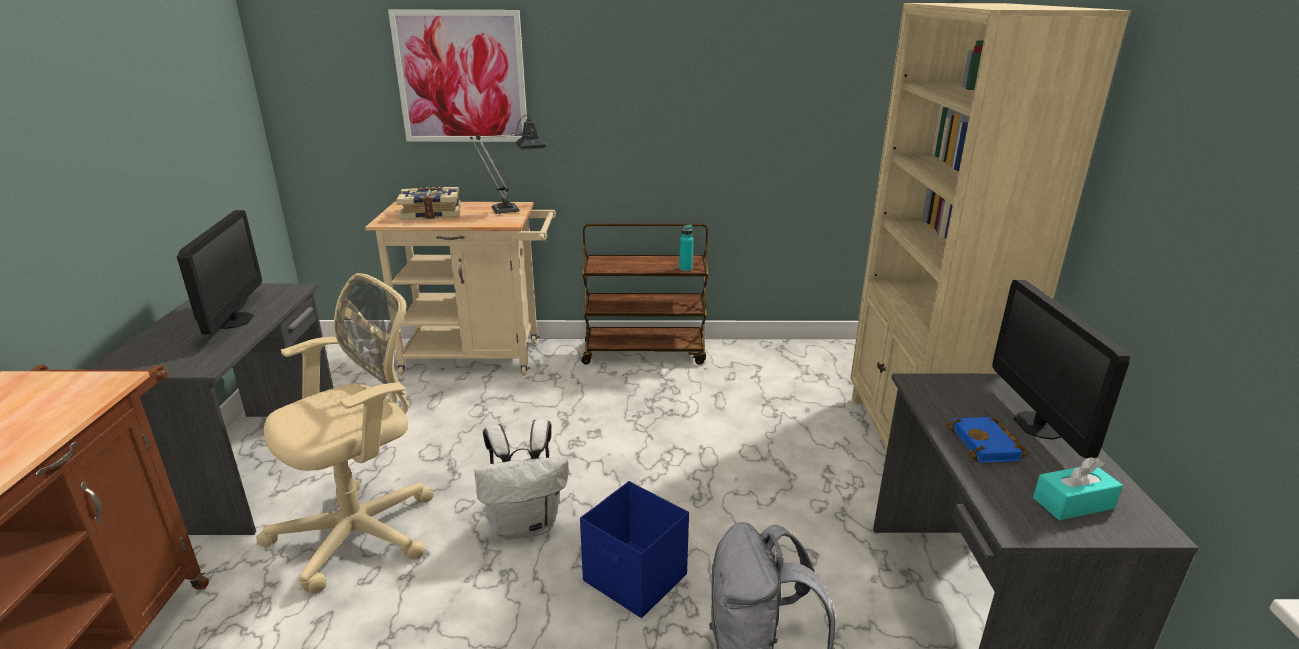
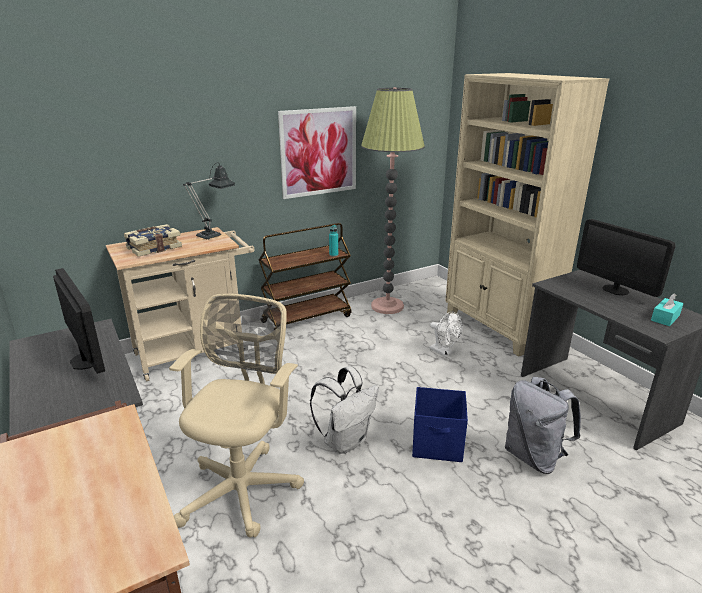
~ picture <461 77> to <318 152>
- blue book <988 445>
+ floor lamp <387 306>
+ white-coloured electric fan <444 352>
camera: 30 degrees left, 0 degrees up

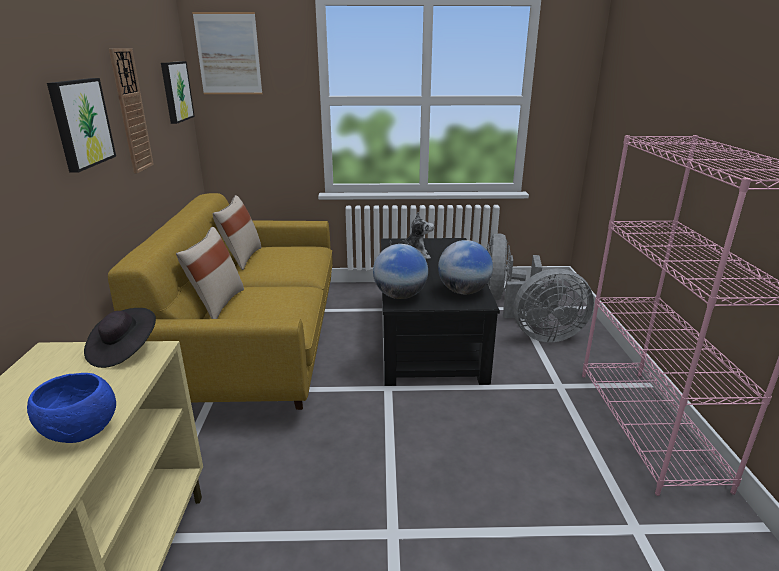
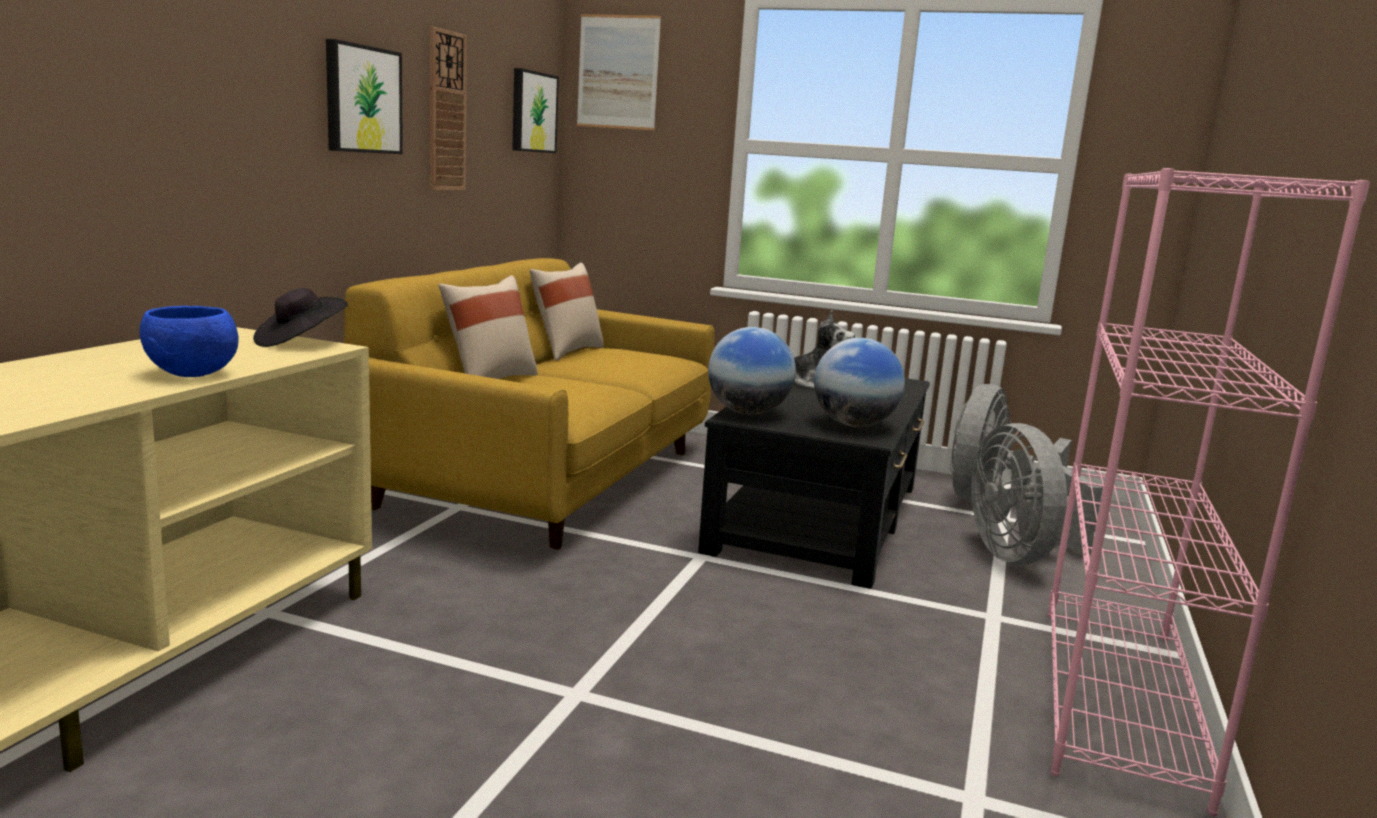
~ gray electric fan <542 335> = <1019 556> 60 degrees clockwise
camera: 20 degrees right, 10 degrees down

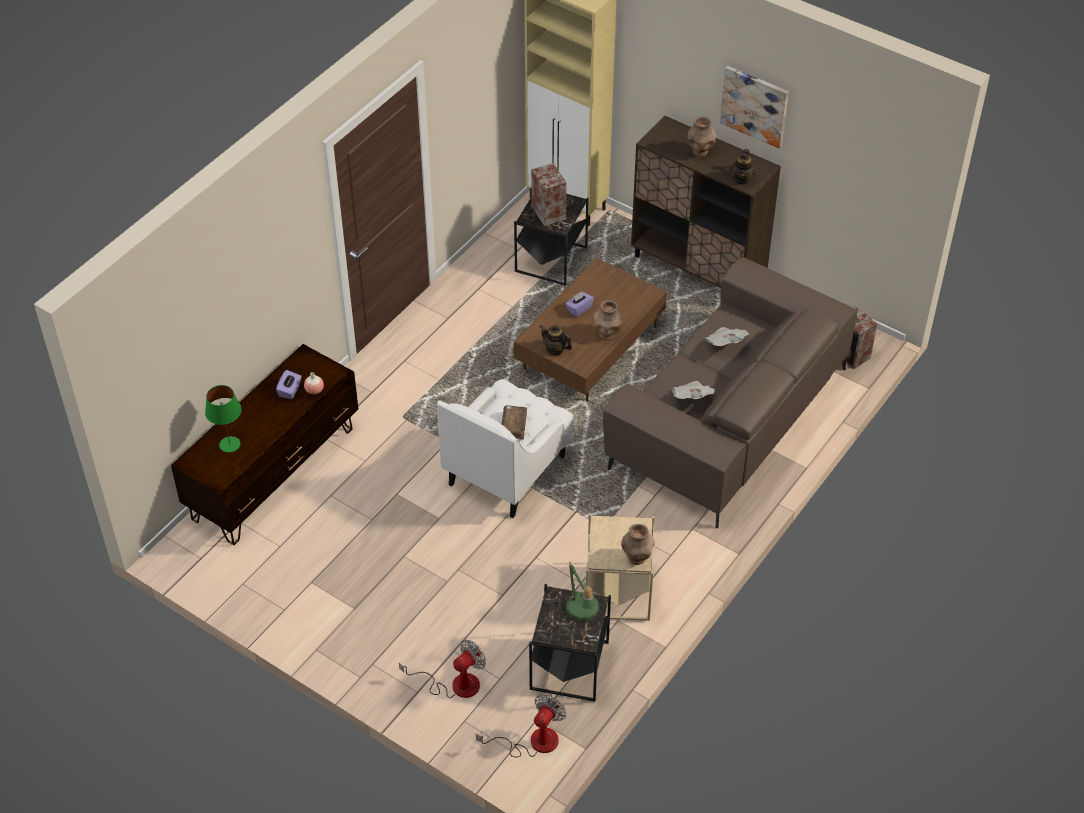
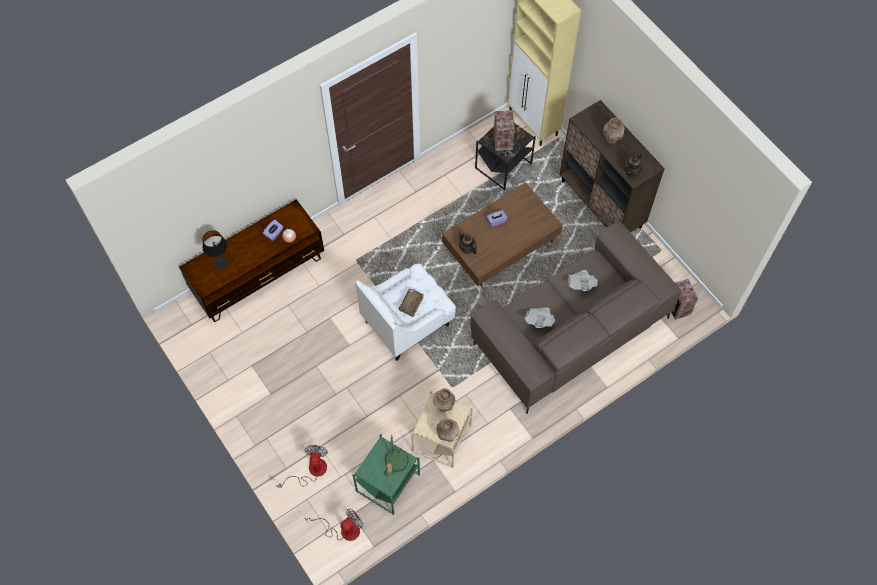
- picture <755 105>
~ brownish flower vase <607 334> to <444 406>
~ greenish tabletop lamp <230 444> to black-coloured tabletop lamp <221 262>
~ black-coloured side table <568 666> to greenish side table <387 483>
~ electric fan <455 684> = <311 471> 60 degrees counterclockwise
camera: 20 degrees right, 15 degrees up

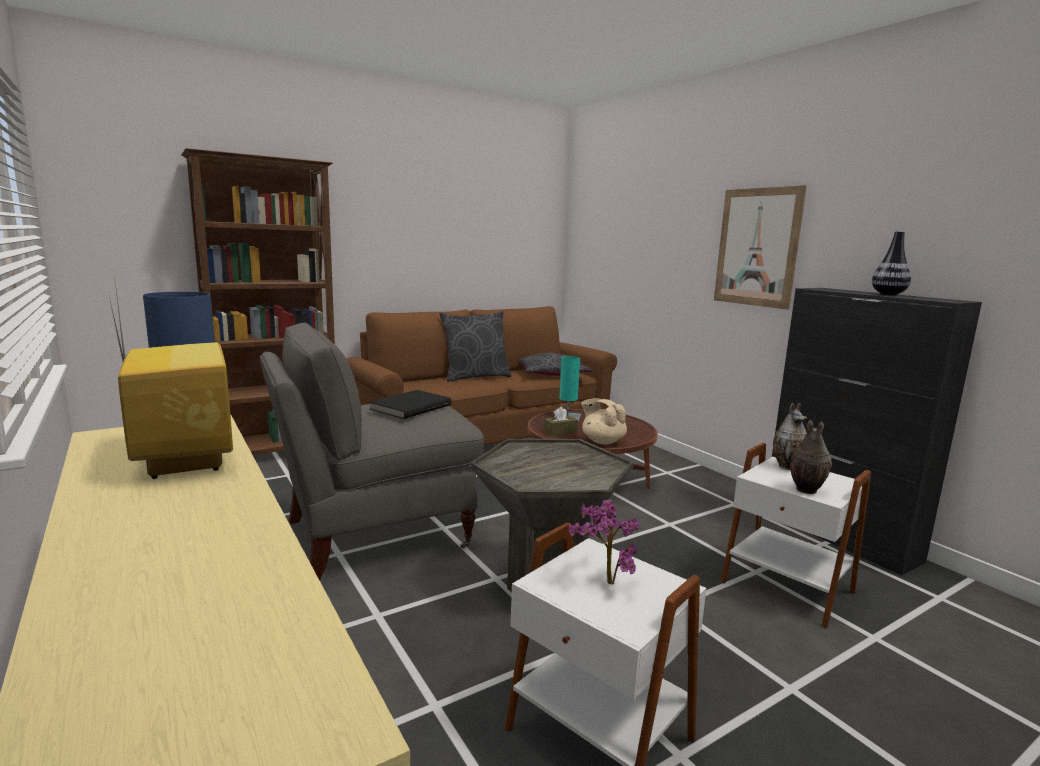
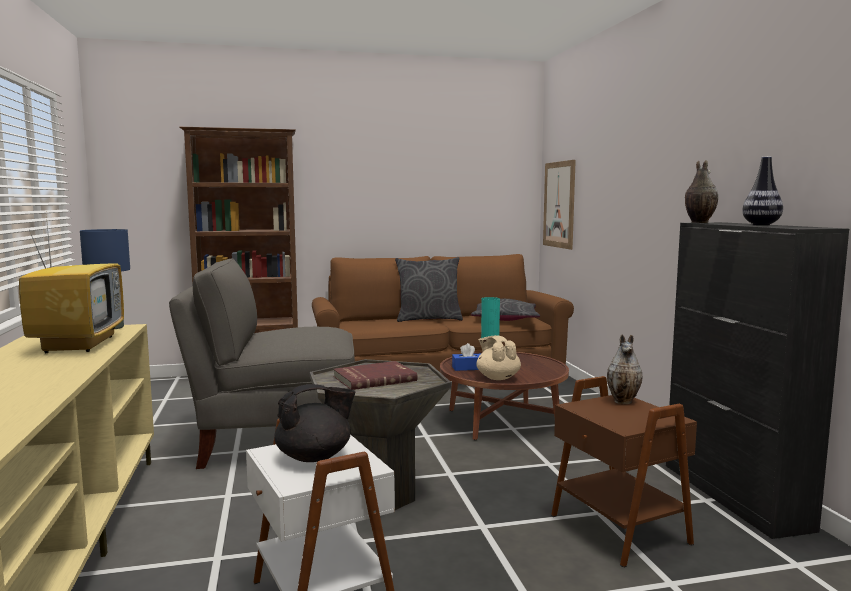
~ picture <757 247> to <559 204>
- black-coloured book <409 407>
~ brownish tissue box <560 431> to blue tissue box <467 368>
~ flower vase <805 490> to <698 222>
~ white-coloured side table <786 588> to brownish side table <617 530>
~ plant in a pot <603 581> to black-coloured tea pot <315 457>
+ red book <374 378>
camera: 20 degrees right, 5 degrees down

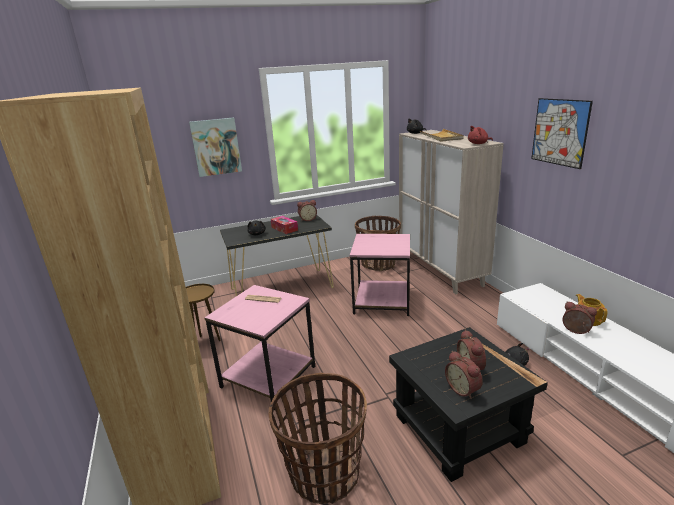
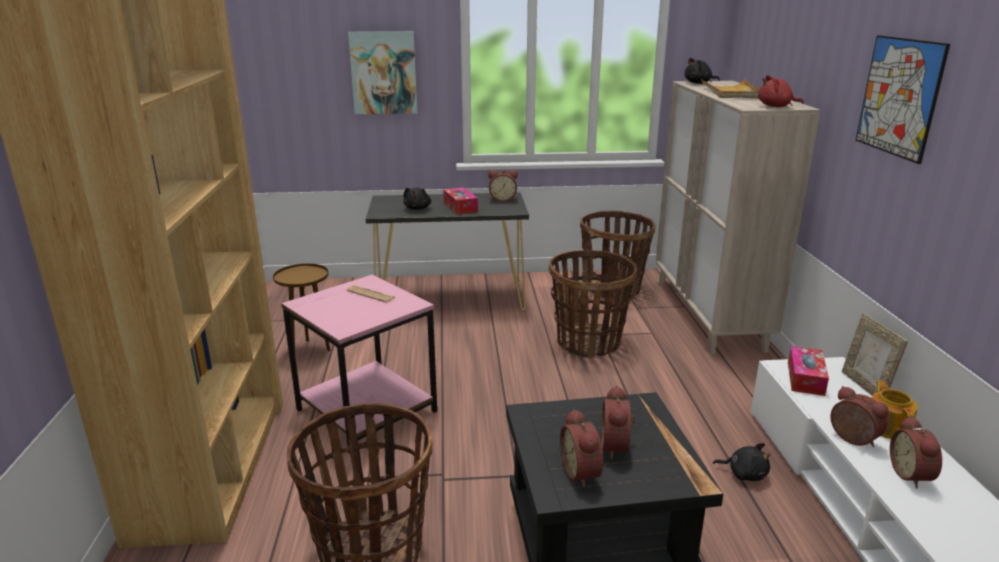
~ pinkish side table <383 300> to household basket <588 342>
+ picture frame <865 386>
+ tissue box <805 378>
+ table clock <912 475>
camera: 15 degrees right, 0 degrees up

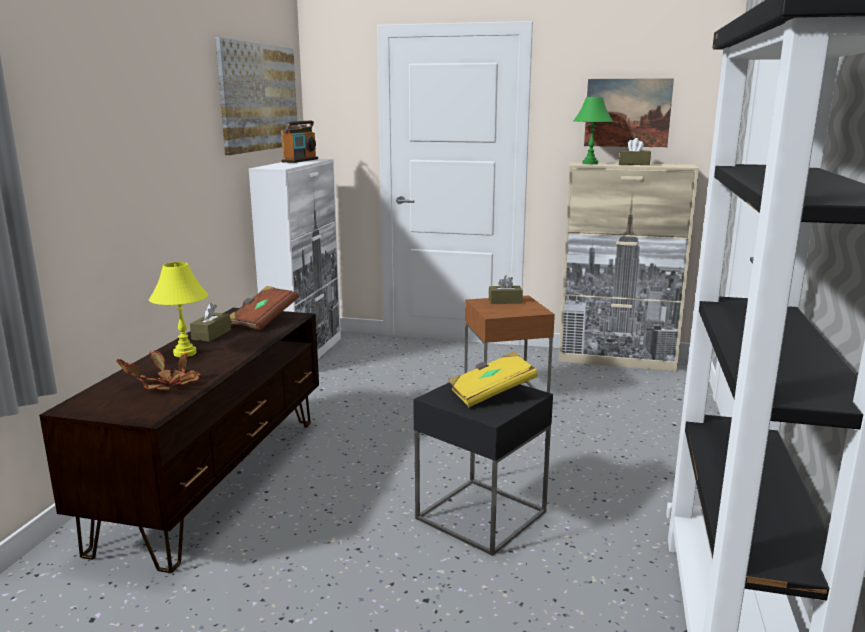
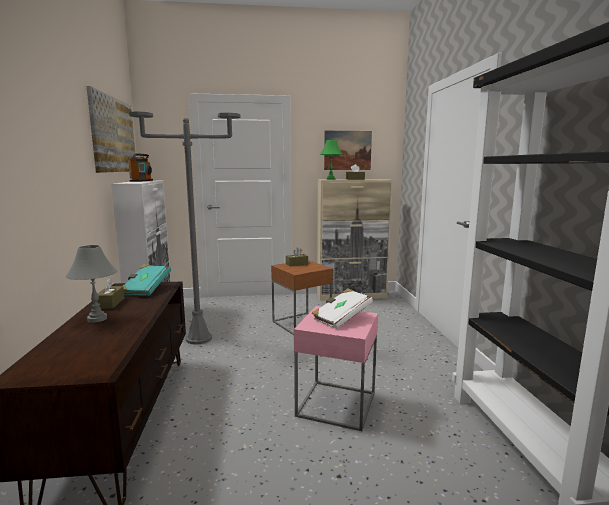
~ yellow tabletop lamp <185 353> to gray tabletop lamp <97 319>
~ brownish book <263 320> to turquoise book <146 289>
- plant in a pot <167 385>
~ yellow book <491 394> to white-coloured book <341 318>
~ black-coloured side table <481 515> to pinkish side table <336 404>
+ gray floor lamp <198 338>
camera: 20 degrees left, 5 degrees down

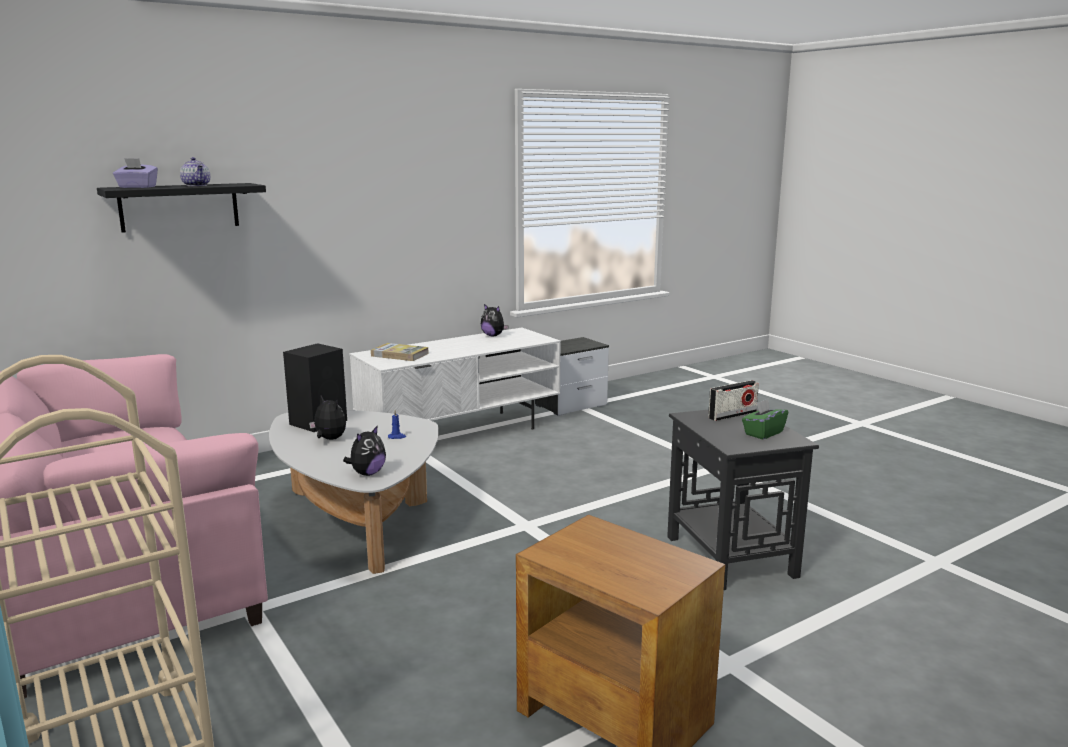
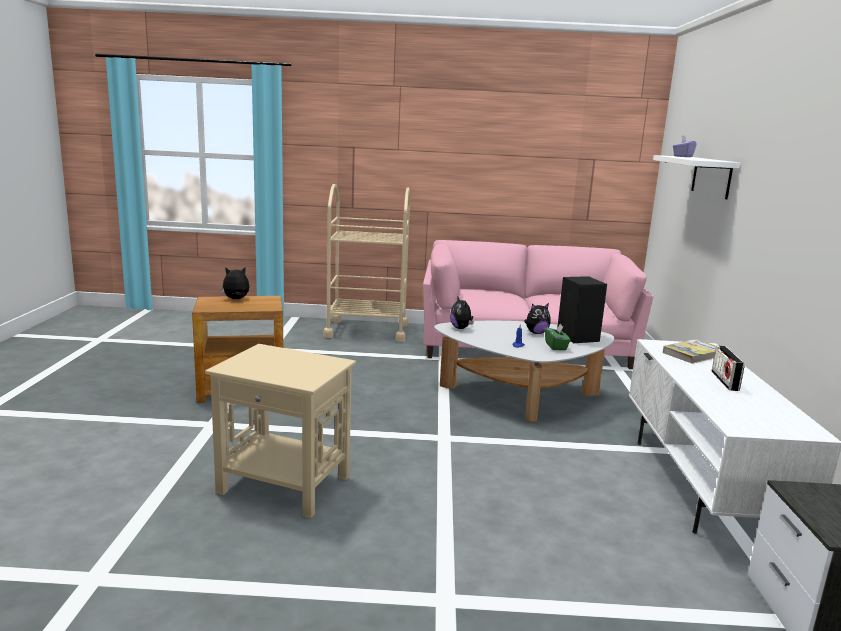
- tea pot <197 185>
~ black-coloured wall shelf <179 207> to white-coloured wall shelf <711 177>
~ soft toy <493 336> to <236 299>
~ radio receiver <732 415> to <724 381>
~ greenish tissue box <763 433> to <556 346>
~ black-coloured side table <729 555> to sand-coloured side table <285 485>
camera: 125 degrees right, 0 degrees up

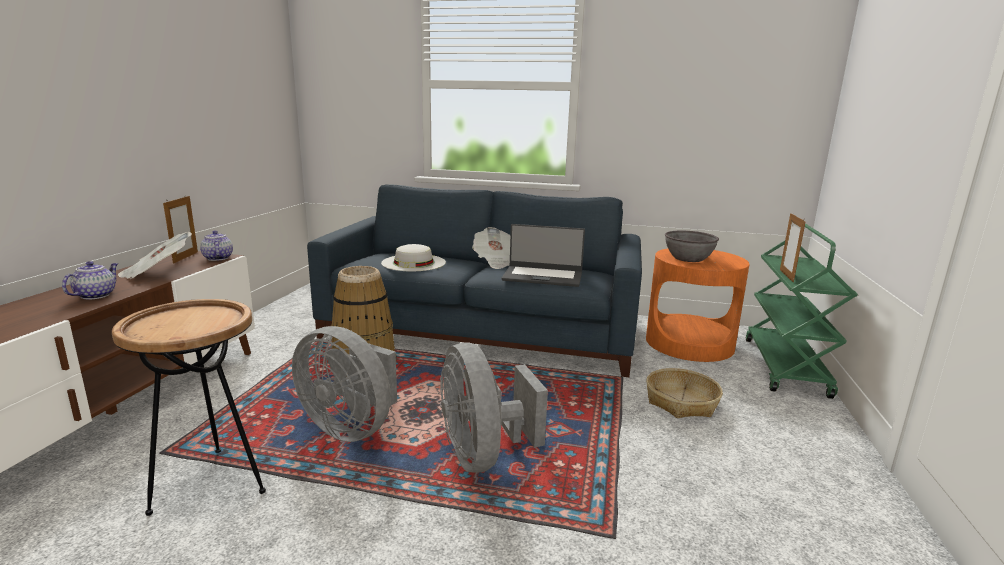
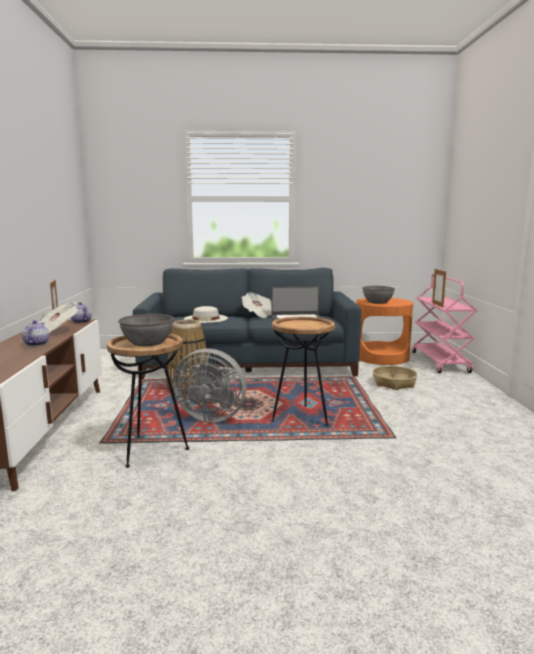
~ greenish wheeled cart <785 367> to pinkish wheeled cart <440 362>
~ gray electric fan <483 454> to brownish side table <301 418>
+ gray serving bowl <148 342>
camera: 15 degrees left, 5 degrees down

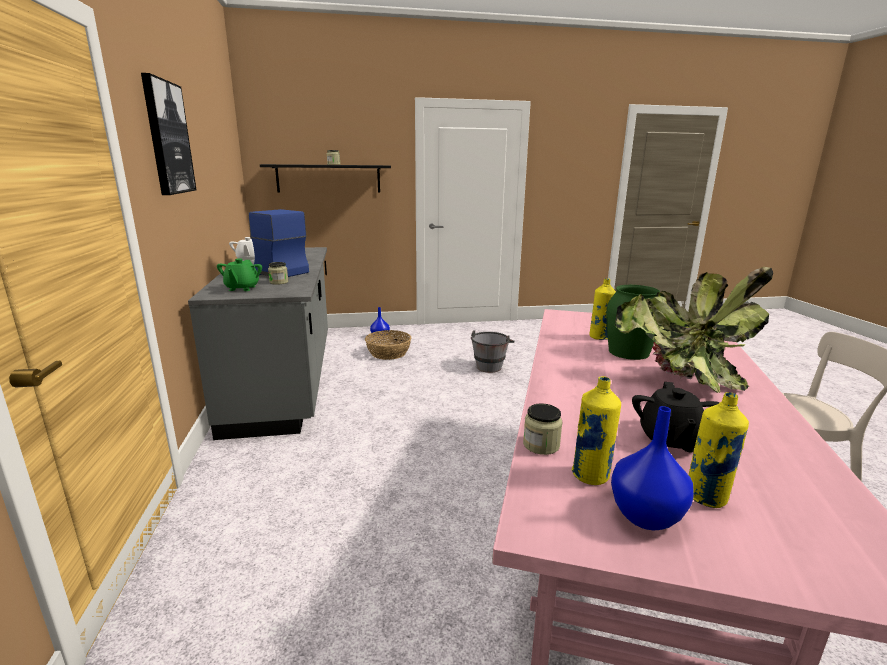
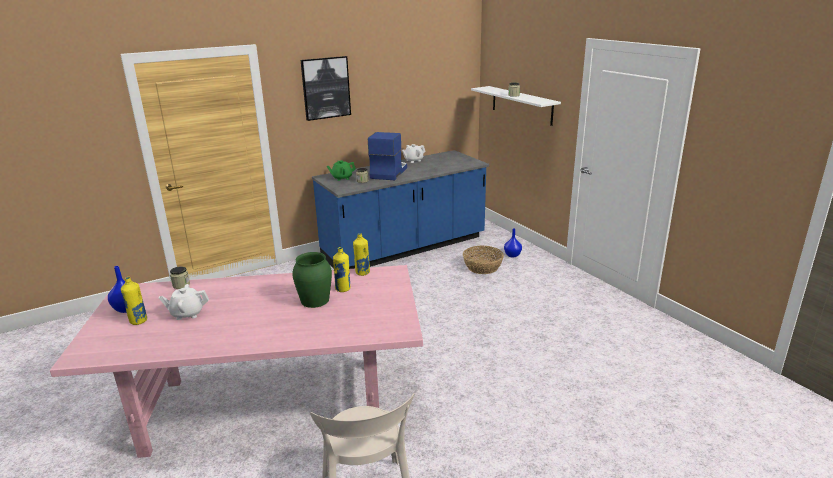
~ black-coloured wall shelf <328 178> to white-coloured wall shelf <521 105>
~ gray kitchen counter <285 379> to blue kitchen counter <405 248>
- plant in a pot <680 383>
- gray pail <490 365>
~ yellow drink bottle <590 476> to <362 273>
~ black-coloured tea pot <669 440> to white-coloured tea pot <187 314>
camera: 70 degrees right, 5 degrees up

